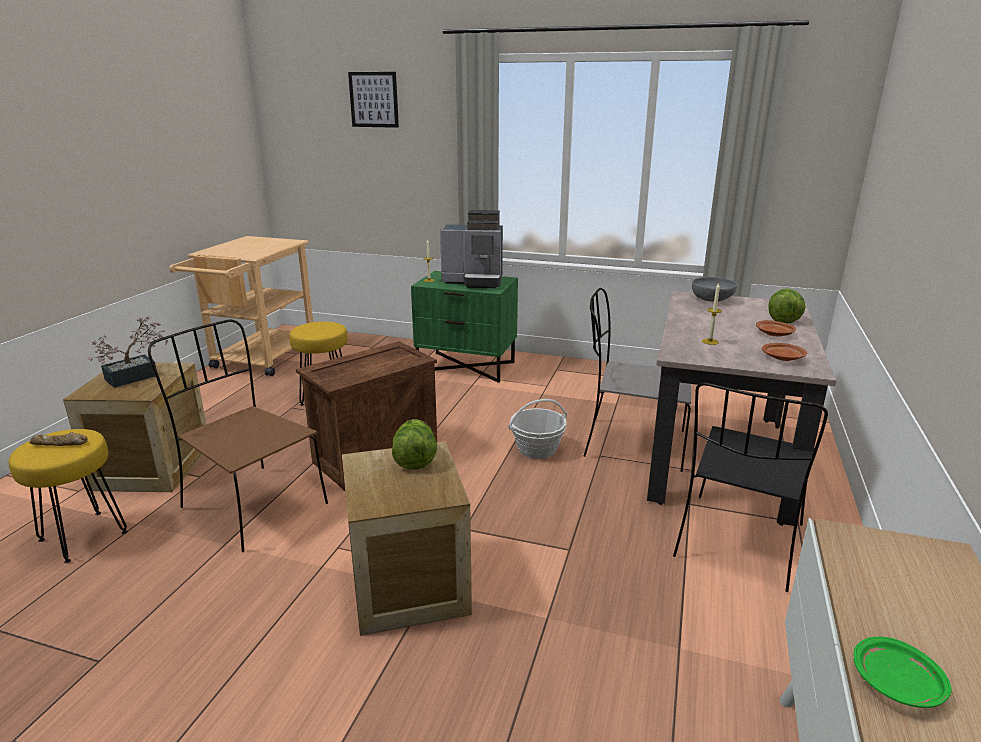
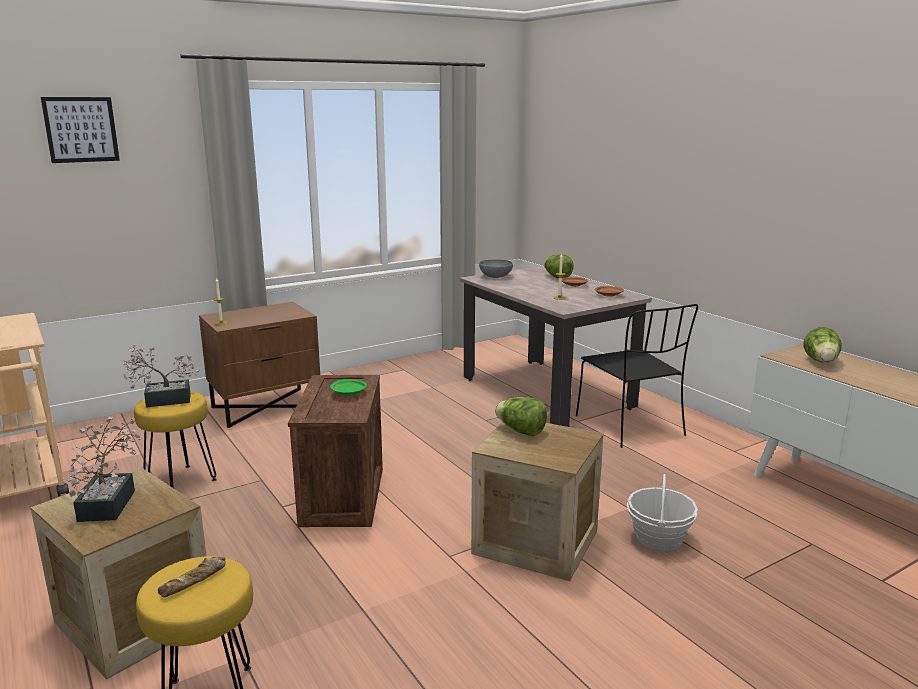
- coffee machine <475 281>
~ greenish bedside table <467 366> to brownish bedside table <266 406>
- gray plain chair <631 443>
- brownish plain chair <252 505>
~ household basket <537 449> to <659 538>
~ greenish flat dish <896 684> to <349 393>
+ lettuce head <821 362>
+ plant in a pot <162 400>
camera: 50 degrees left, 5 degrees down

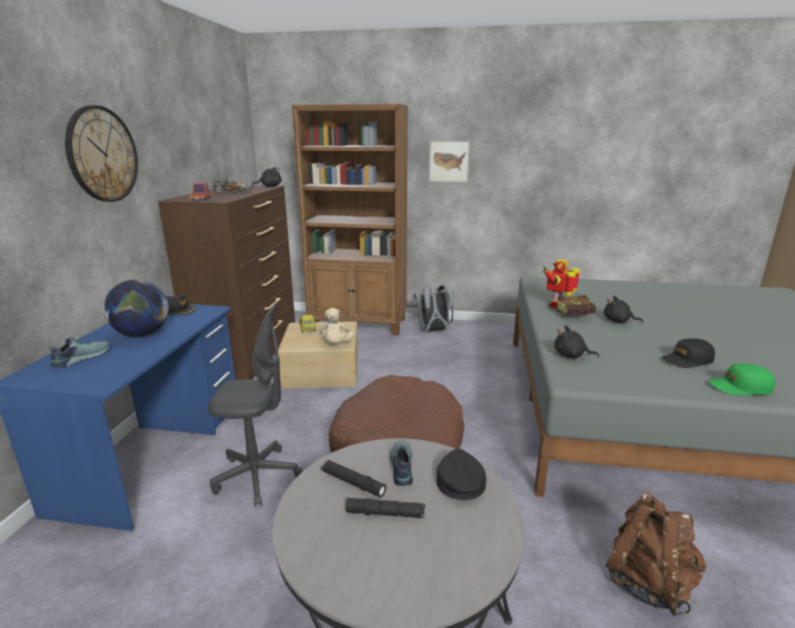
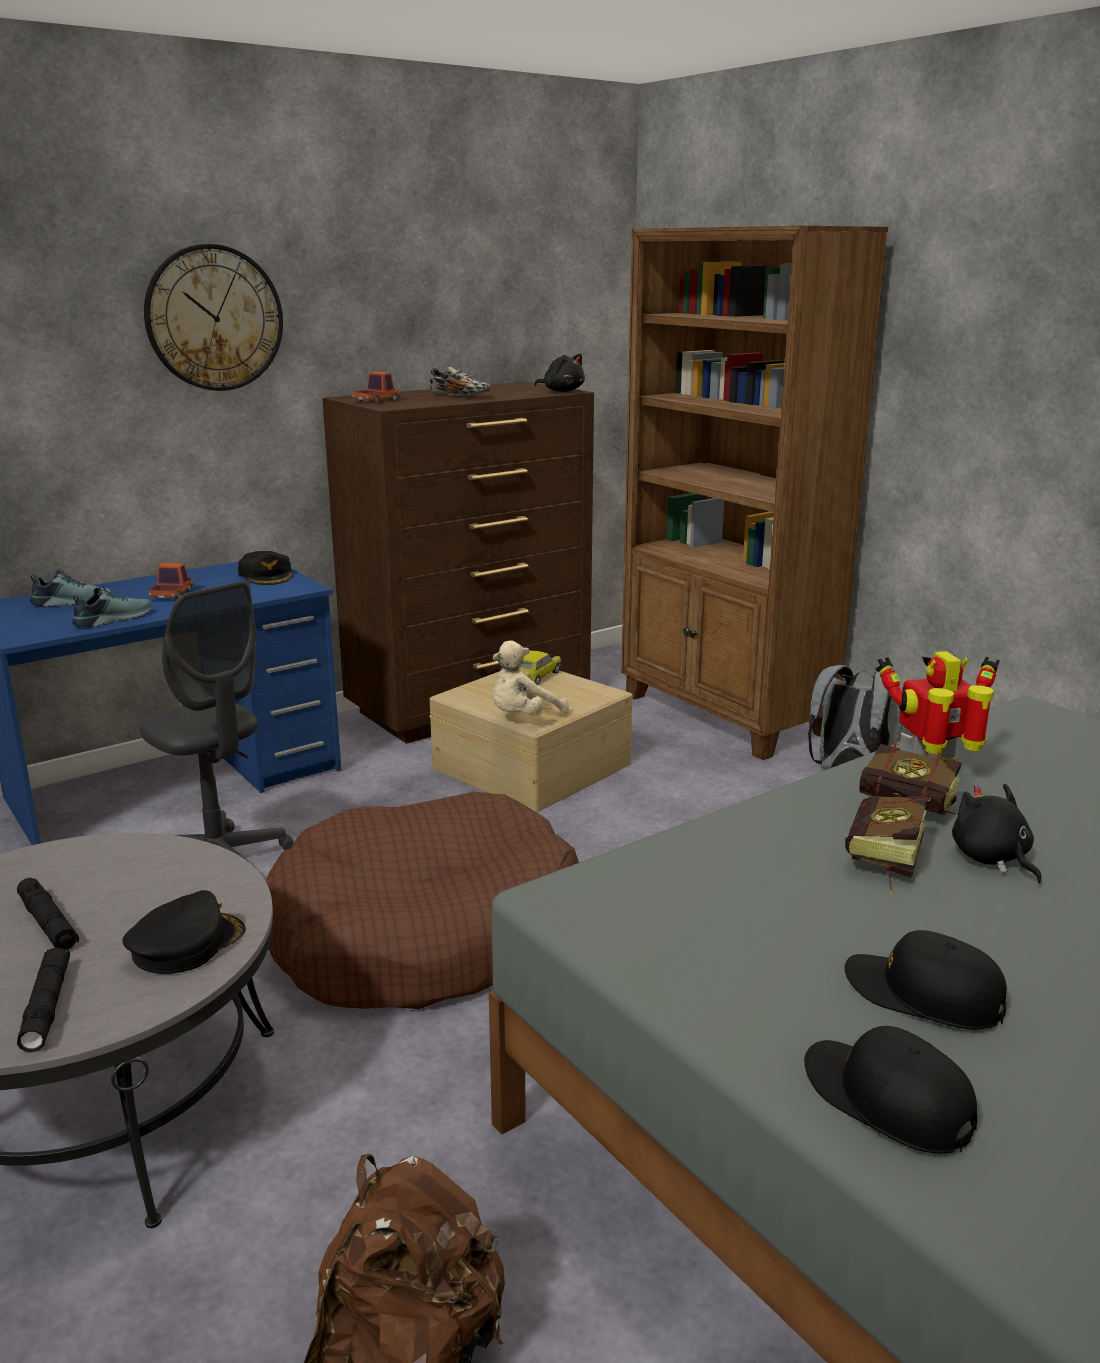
- picture <449 161>
~ globe <142 334> to toy lorry <172 594>
- black-coloured soft toy <571 355>
~ greenish cap <739 387> to black-coloured cap <886 1100>
~ item of footwear <400 466> to <111 619>
~ black-coloured flashlight <353 483> to <47 1007>
+ book <882 863>
camera: 45 degrees right, 0 degrees up

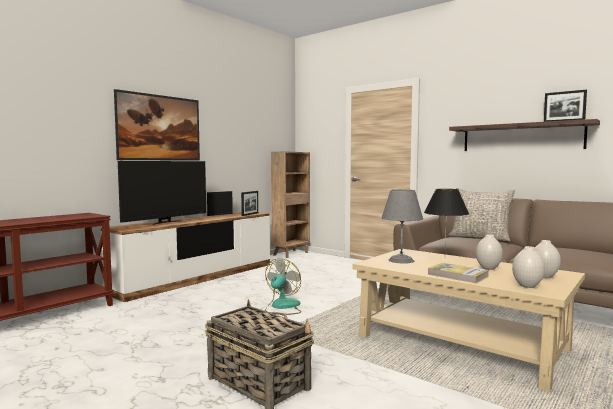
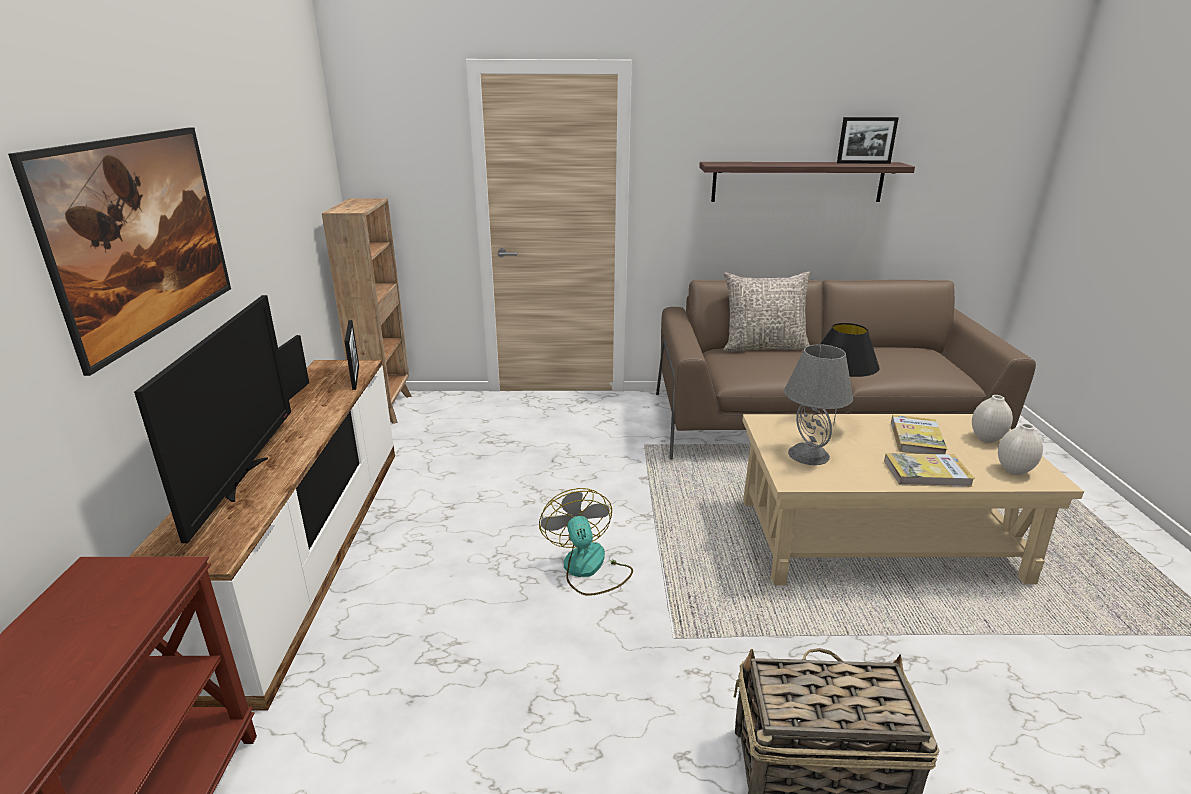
~ white-coloured flower vase <488 268> to book <916 438>
camera: 40 degrees left, 20 degrees up

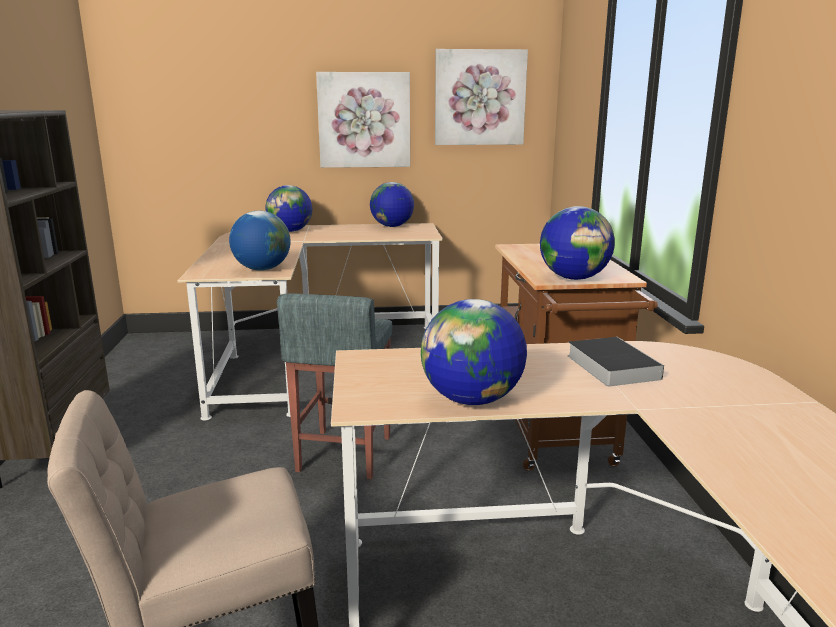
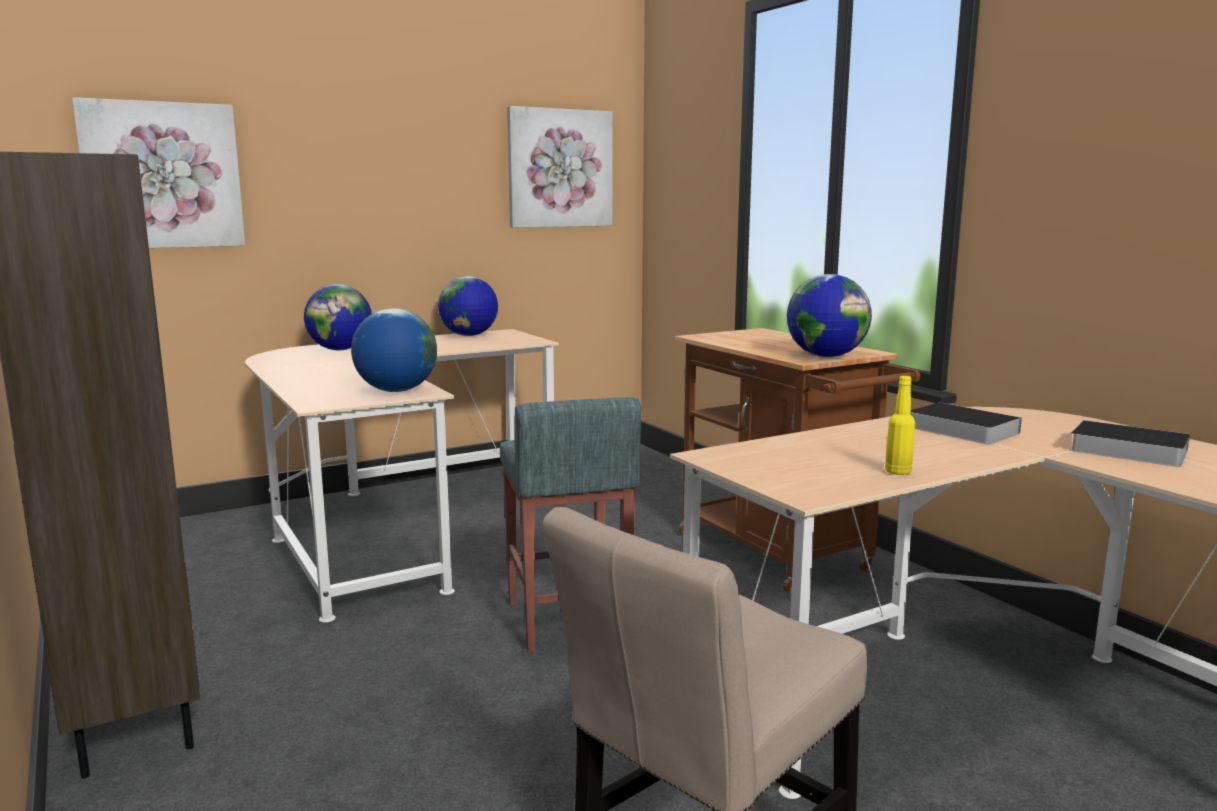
~ picture <364 120> to <162 175>
~ globe <472 400> to yellow drink bottle <898 472>
+ book <1123 450>
camera: 25 degrees left, 5 degrees down

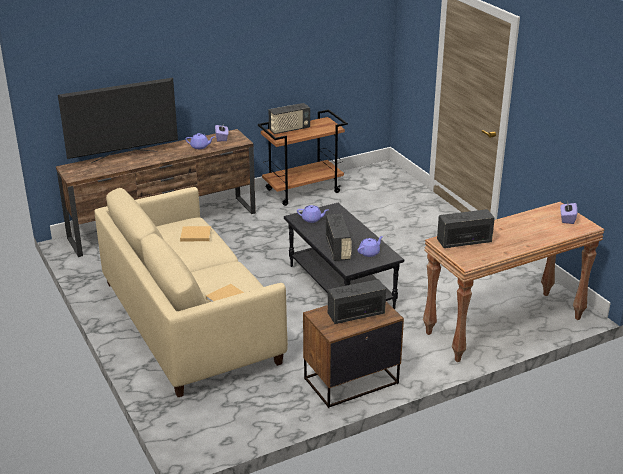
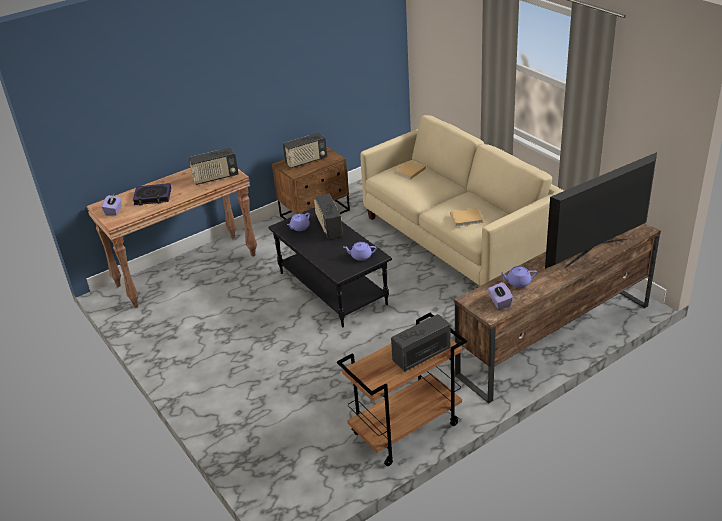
+ book <153 197>
camera: 175 degrees right, 5 degrees up

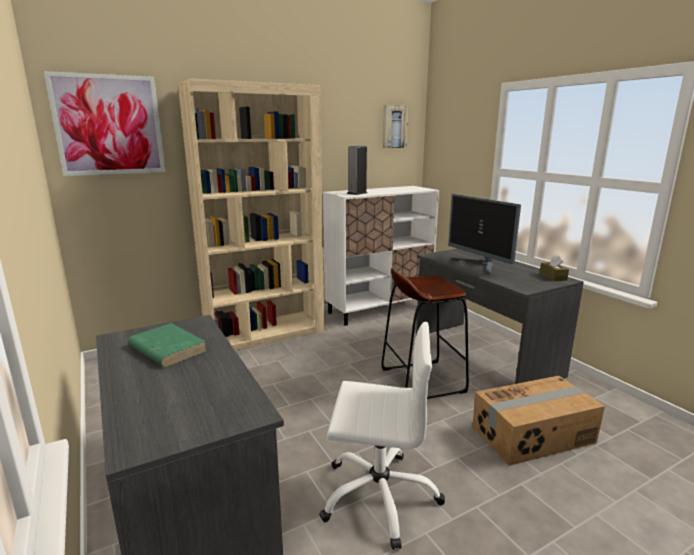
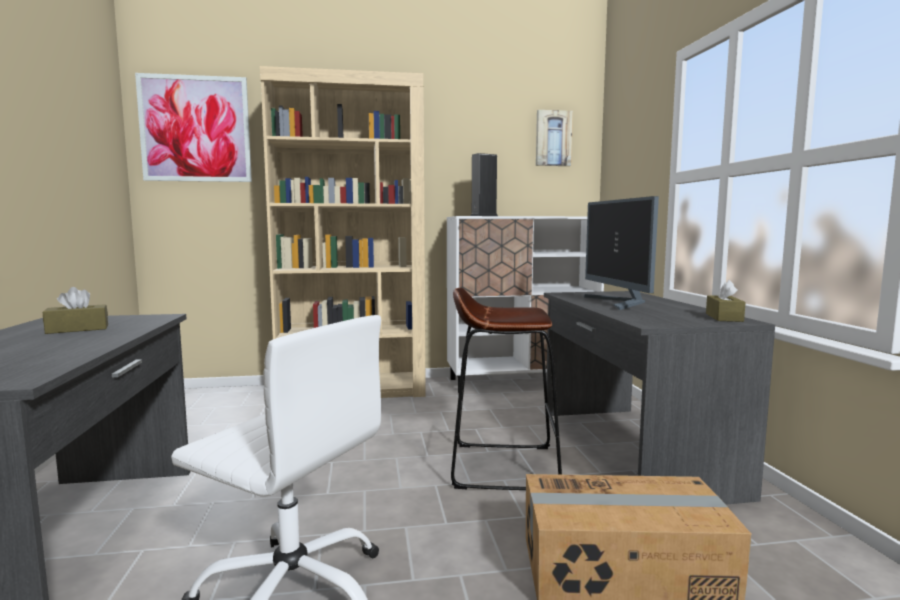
~ greenish book <167 348> to brownish tissue box <77 329>
camera: 20 degrees right, 10 degrees down

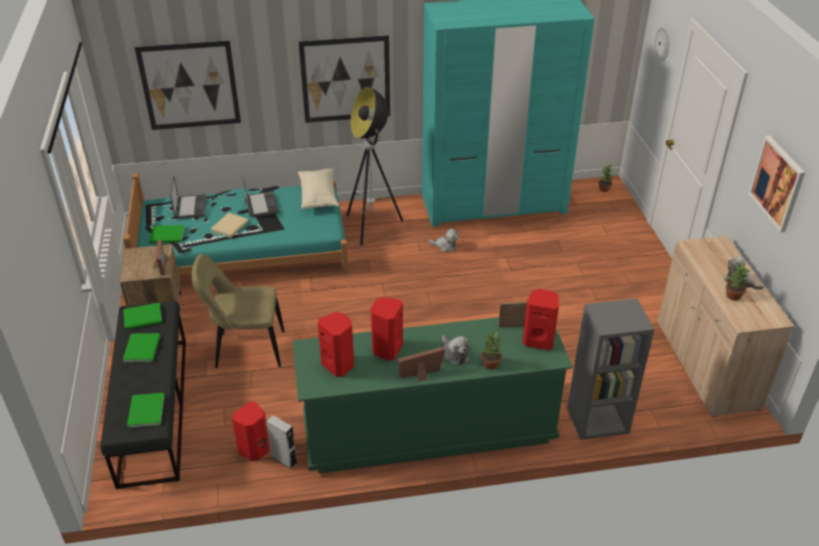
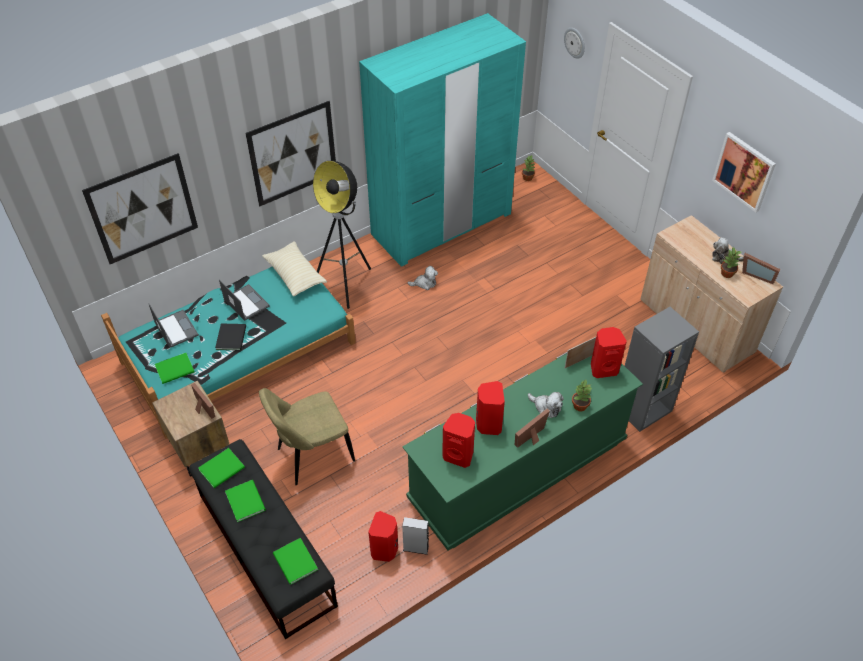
~ sand-coloured book <231 226> to black-coloured book <232 337>
+ picture frame <757 274>
camera: 25 degrees left, 10 degrees up

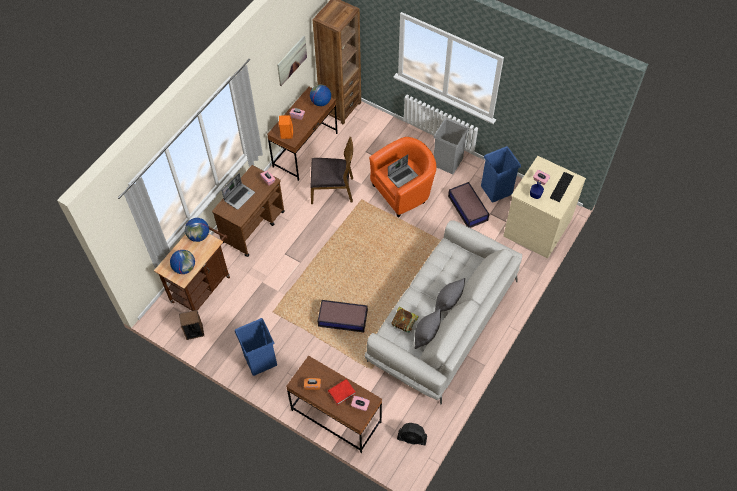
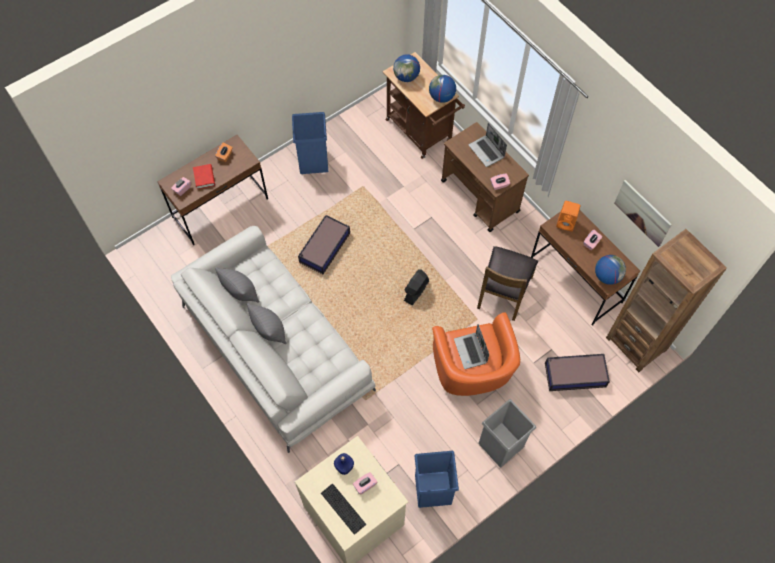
~ storage box <468 209> to <574 375>
- book <404 324>
- loudspeaker <194 331>
~ black-coloured electric fan <412 438> to <416 291>
camera: 110 degrees right, 5 degrees up

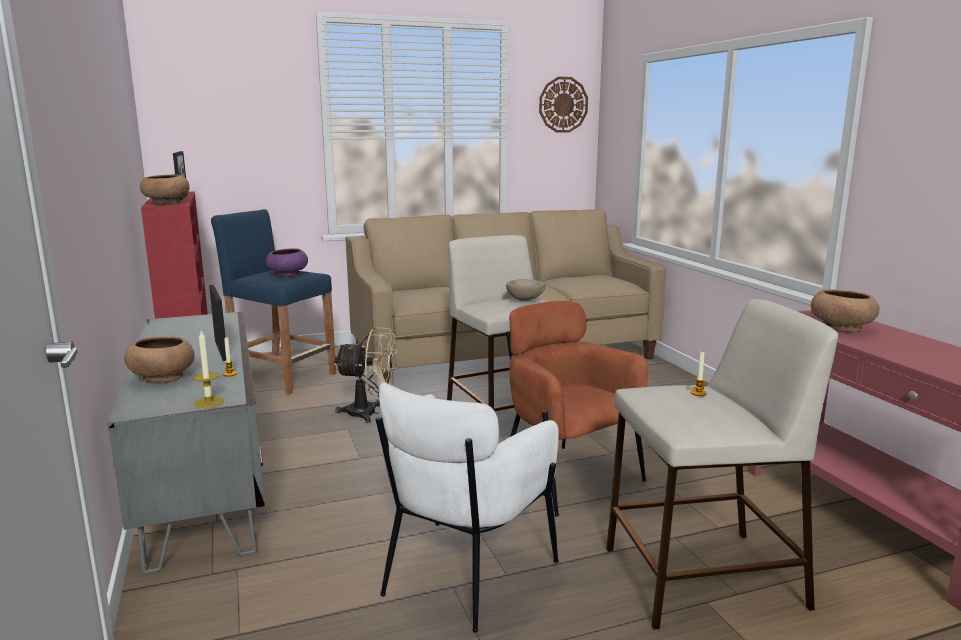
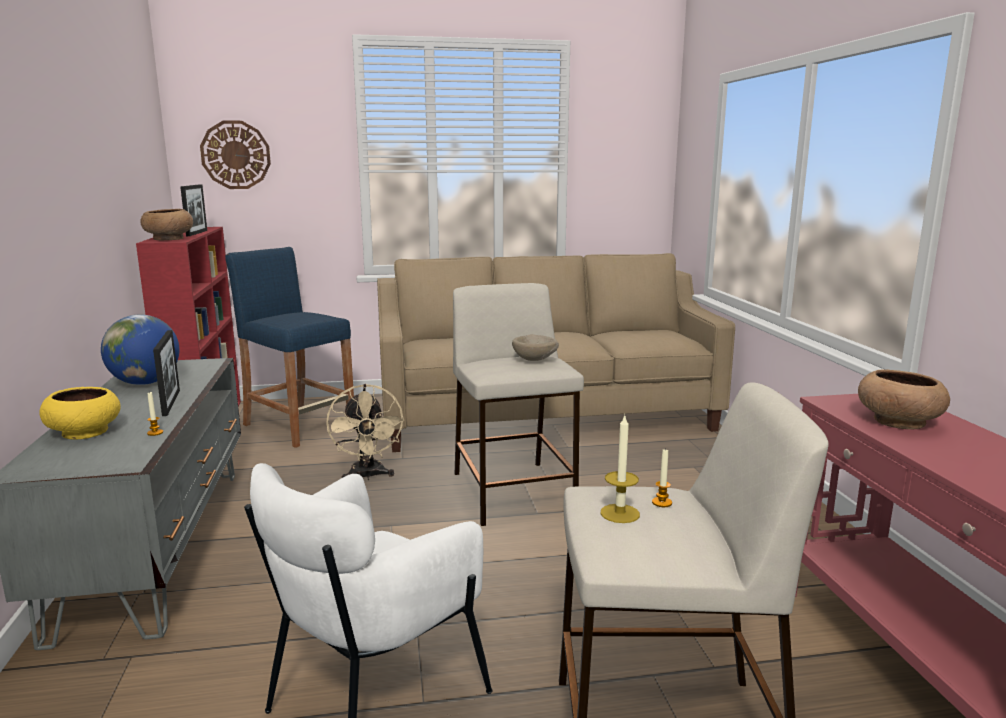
~ clock on the wall <563 105> to <236 155>
- purplish serving bowl <287 275>
- brownish armchair <566 476>
~ sand-coloured electric fan <370 413> = <367 476> 60 degrees clockwise
~ wax light <209 402> to <620 513>
~ brownish serving bowl <163 377> to yellow serving bowl <85 432>
+ globe <145 383>
camera: 10 degrees right, 0 degrees up

